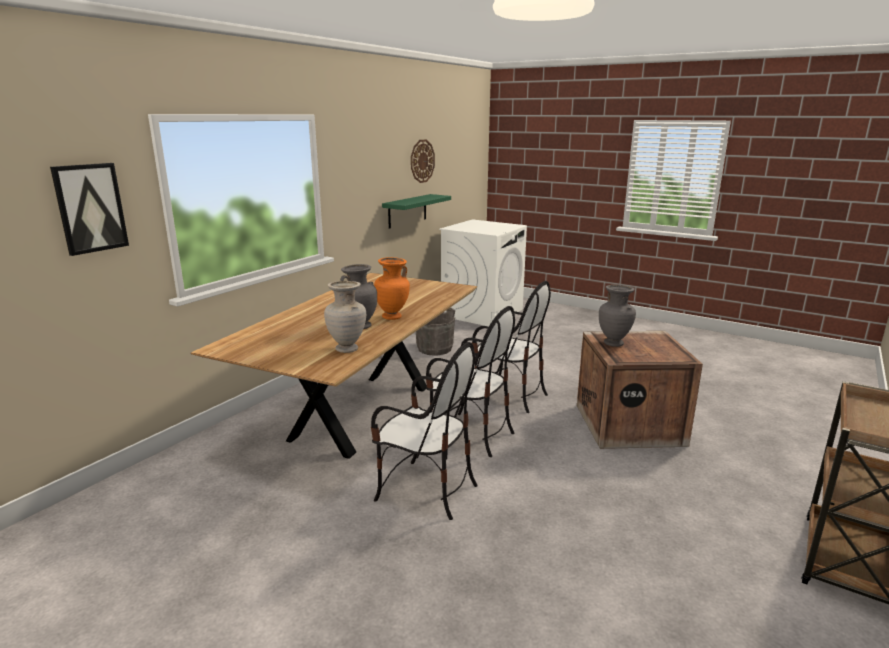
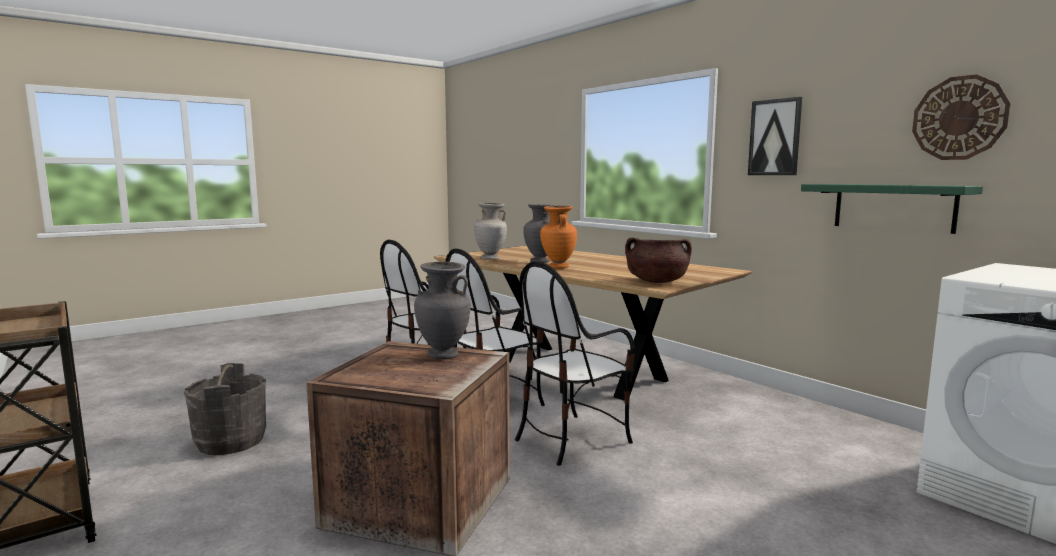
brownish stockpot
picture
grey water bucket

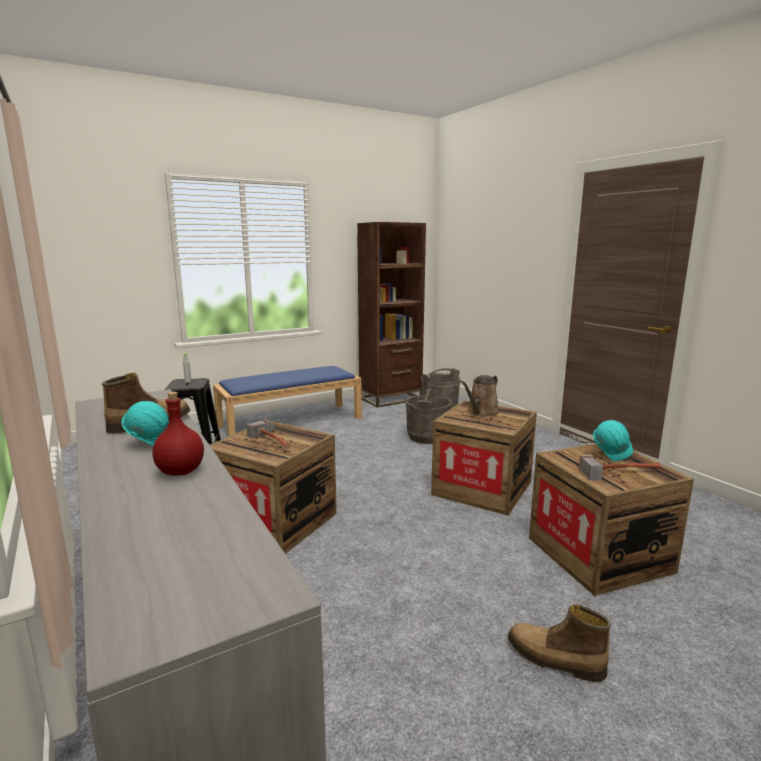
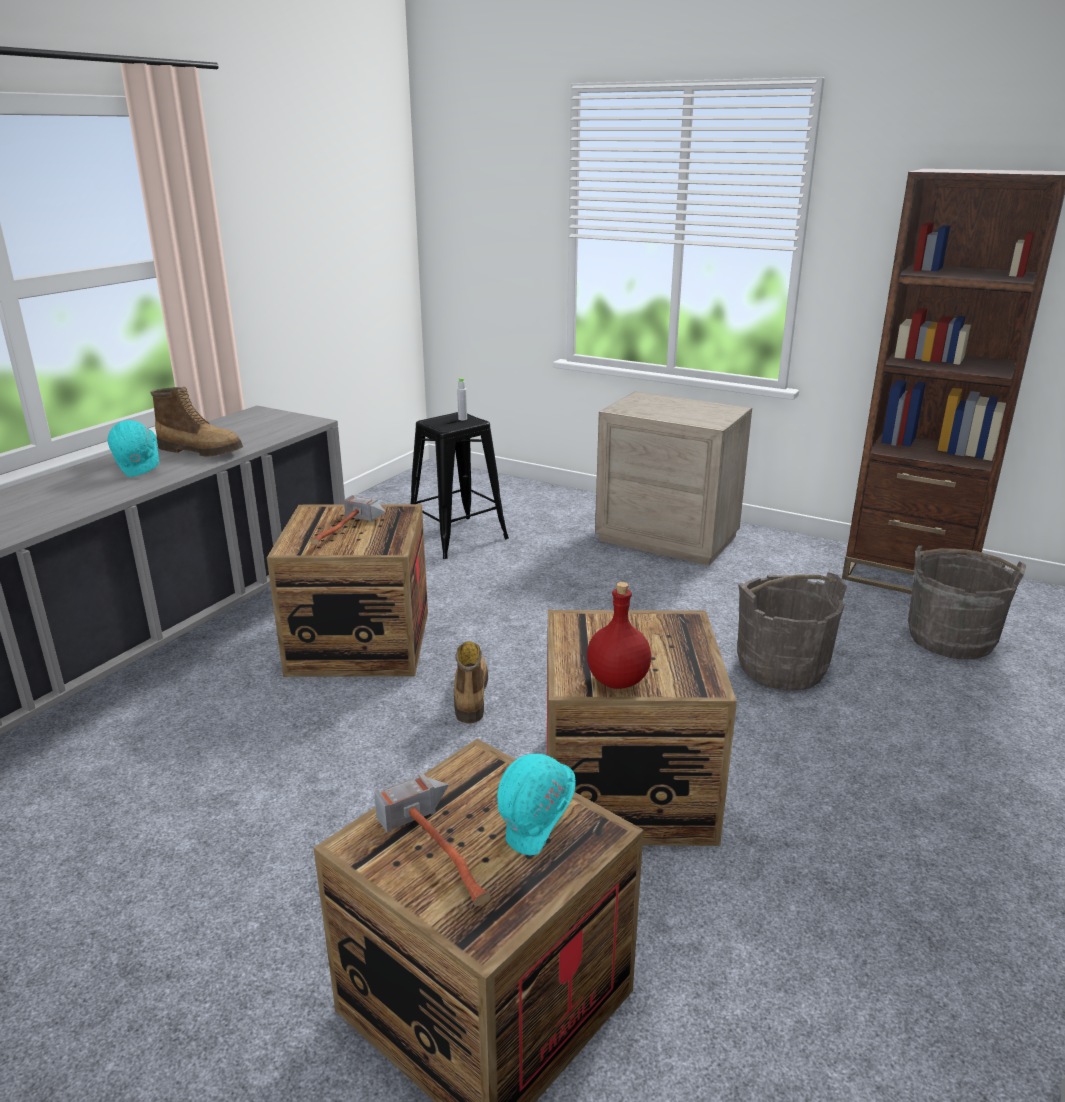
brownish sprinkling can
reddish beverage bottle
tall boot (2nd from left)
beige-coloured bedside table

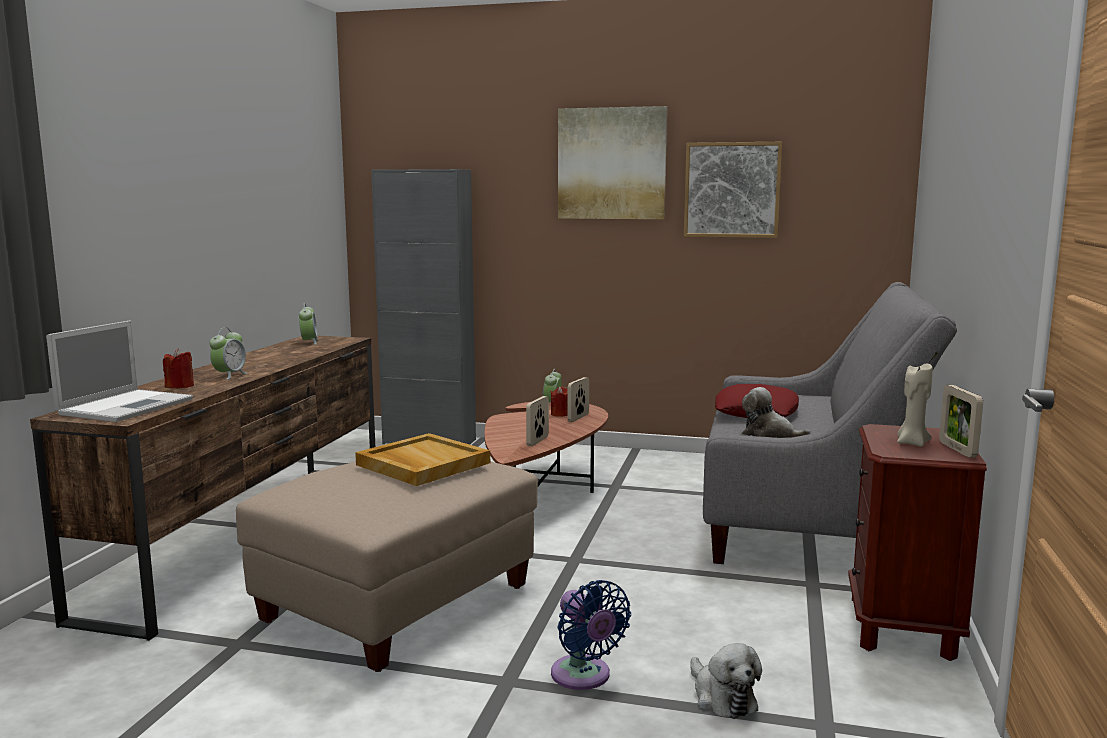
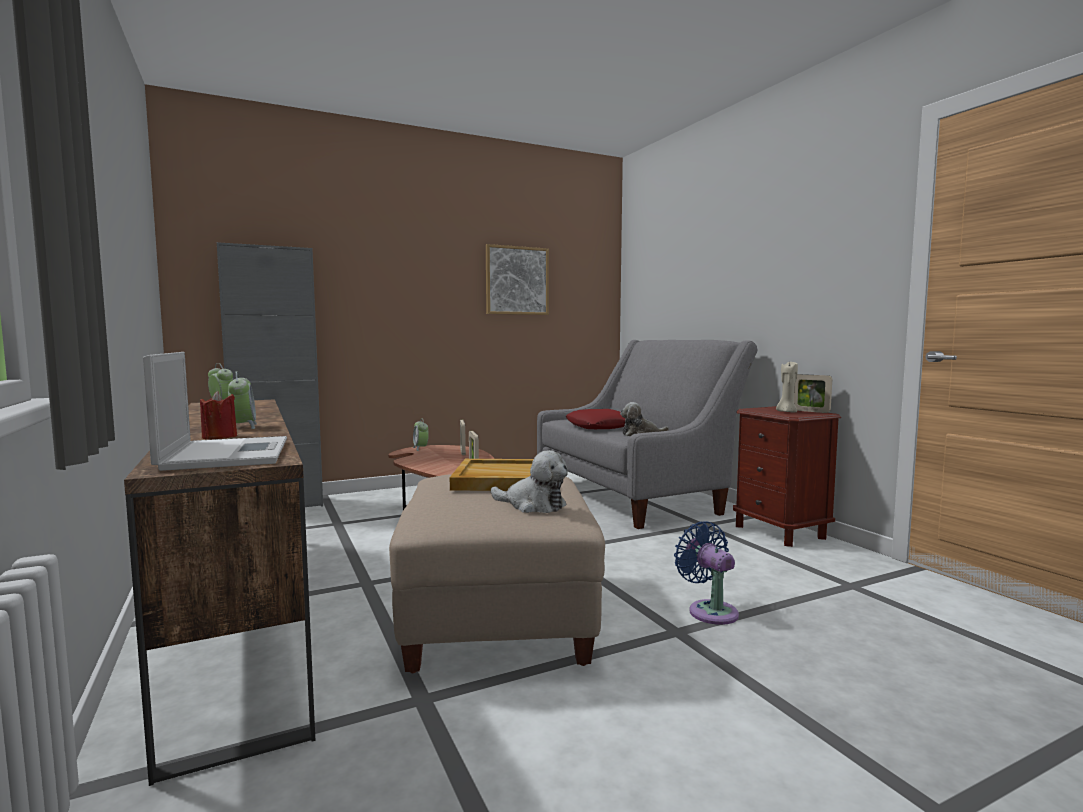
reddish wax light (2nd from left in the first image)
picture (1st from left in the first image)
soft toy (1st from left)
blue-coloured cooling fan

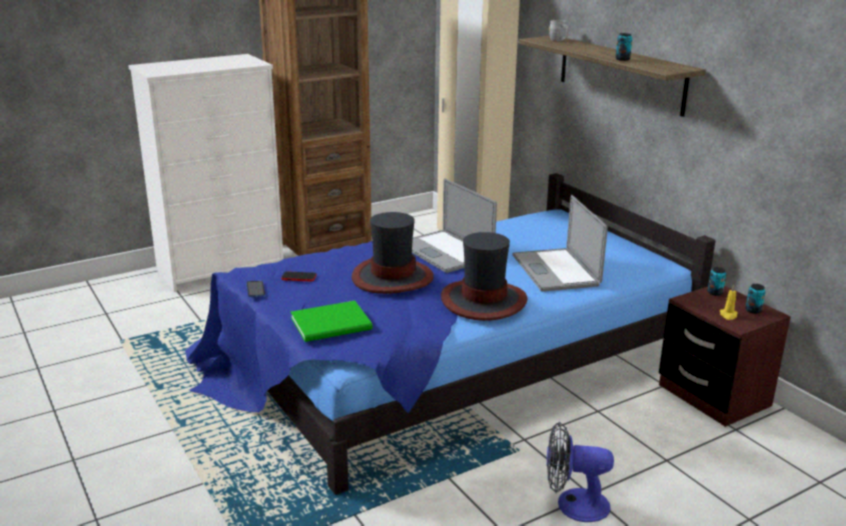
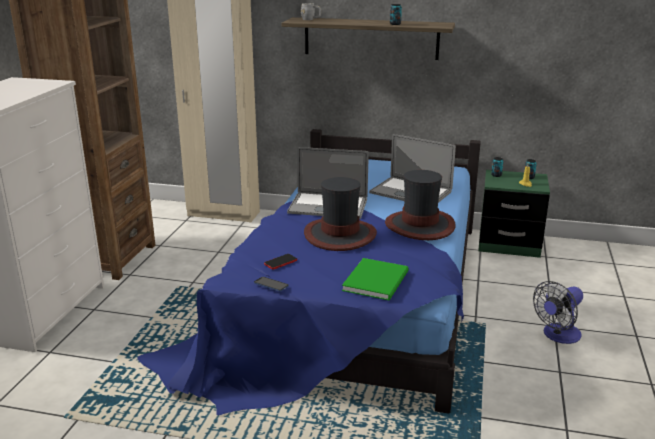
greenish bedside table

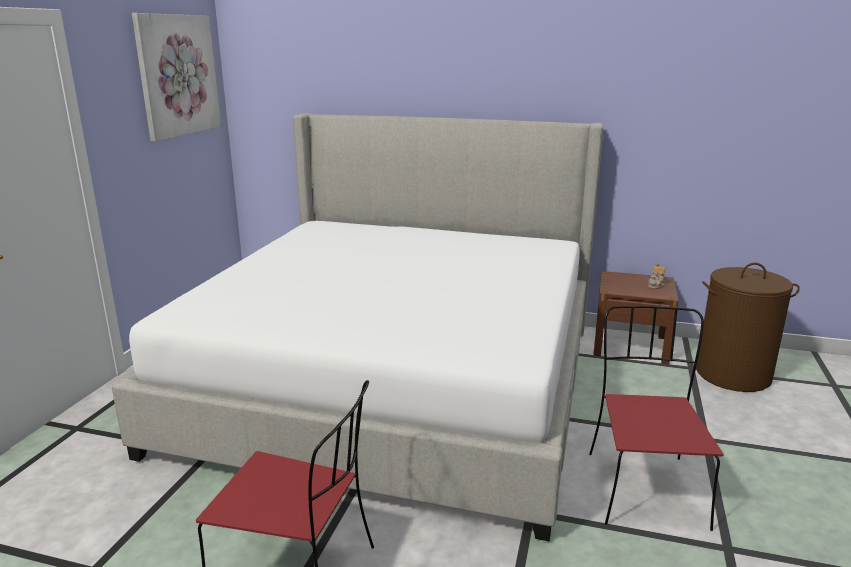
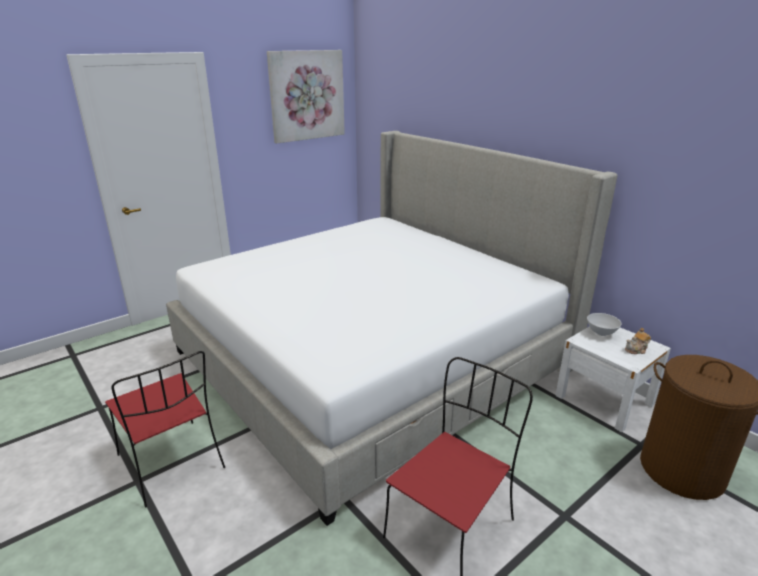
white serving bowl
white bedside table

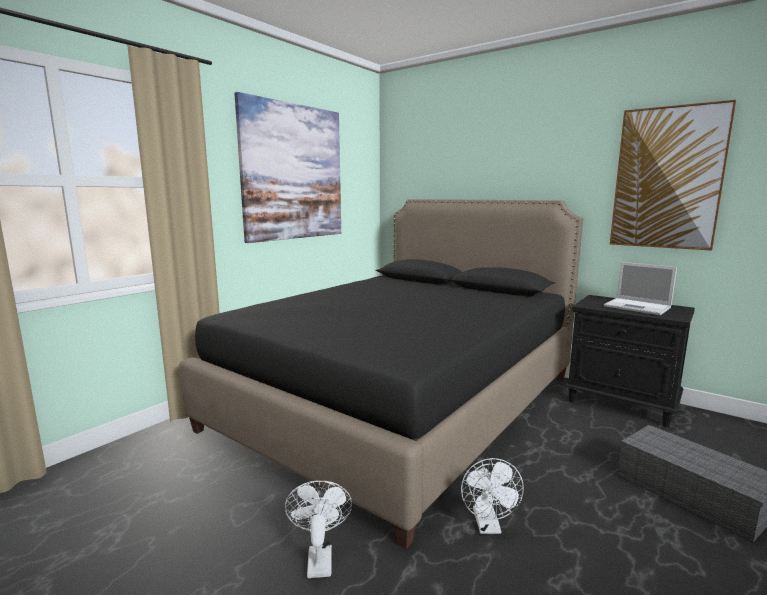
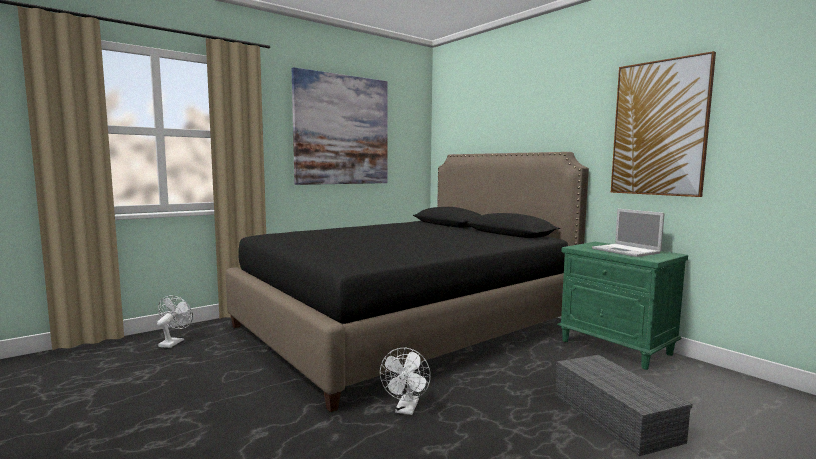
white cooling fan (1st from left)
greenish bedside table

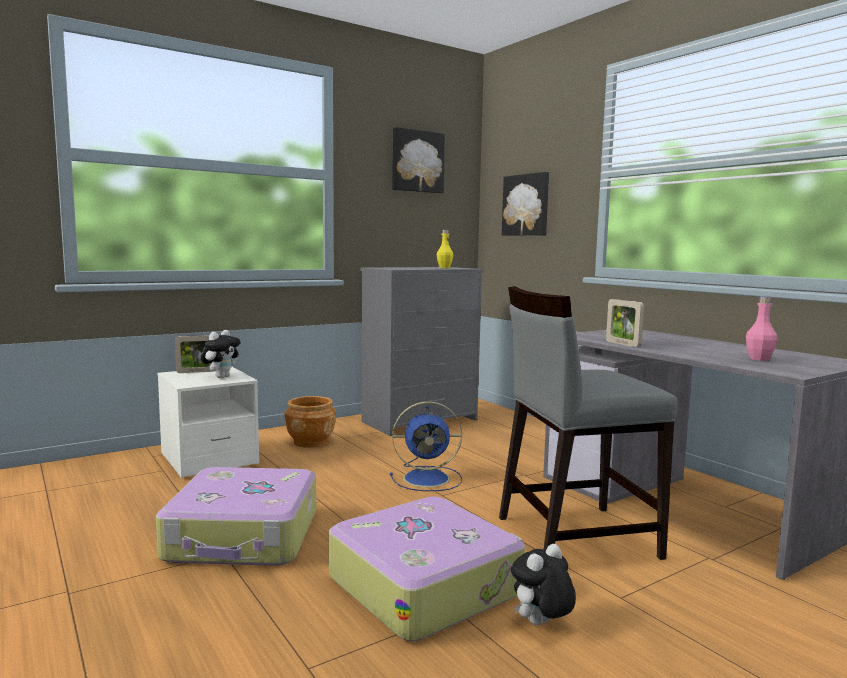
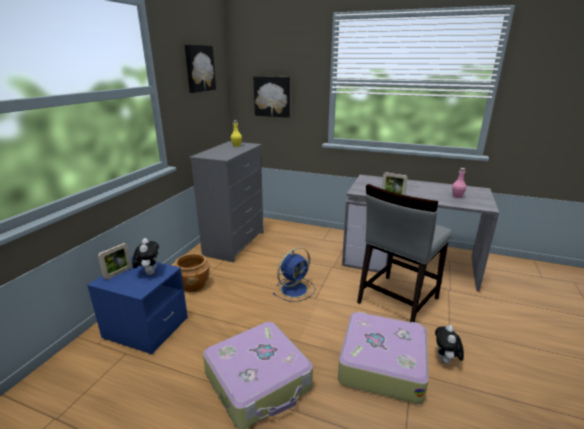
blue-coloured bedside table

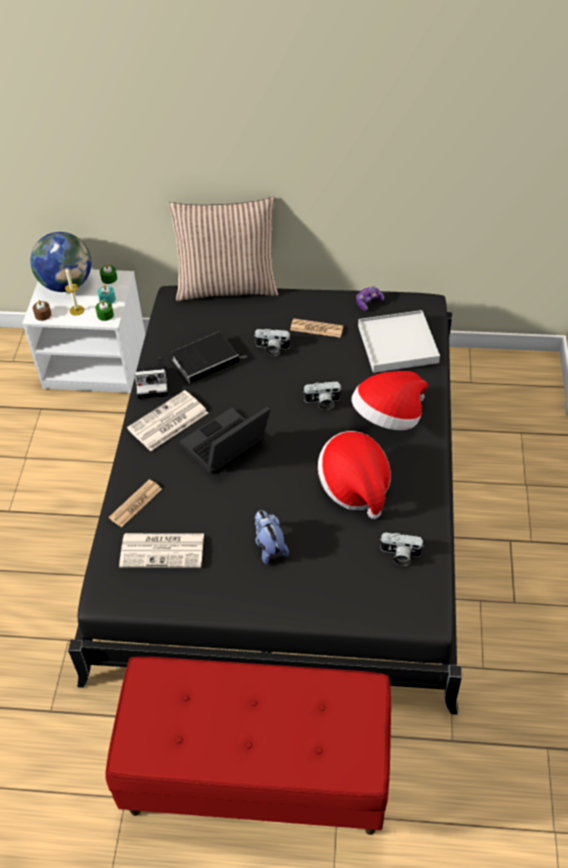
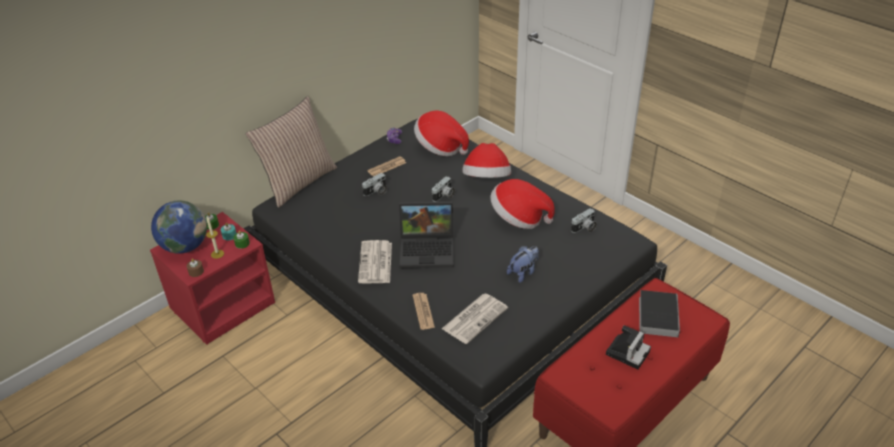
photo camera (4th from left)
volume
wearable hat (1st from left)
reddish bedside table
laptop
soft toy

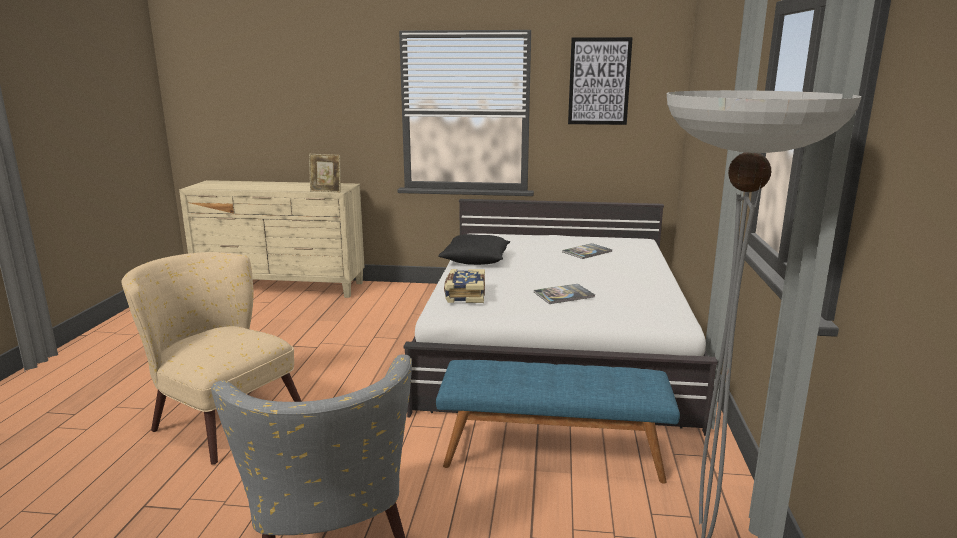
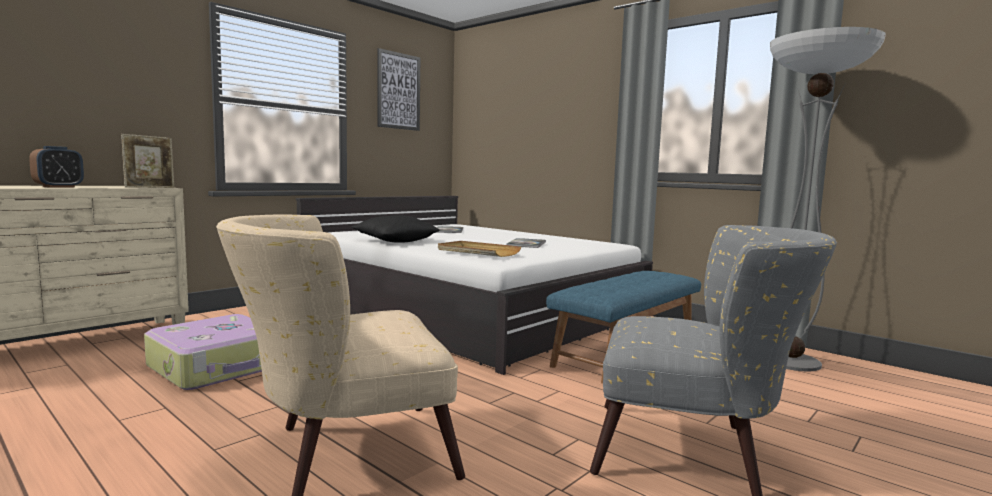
bedside clock
piece of luggage
beige-coloured serving tray

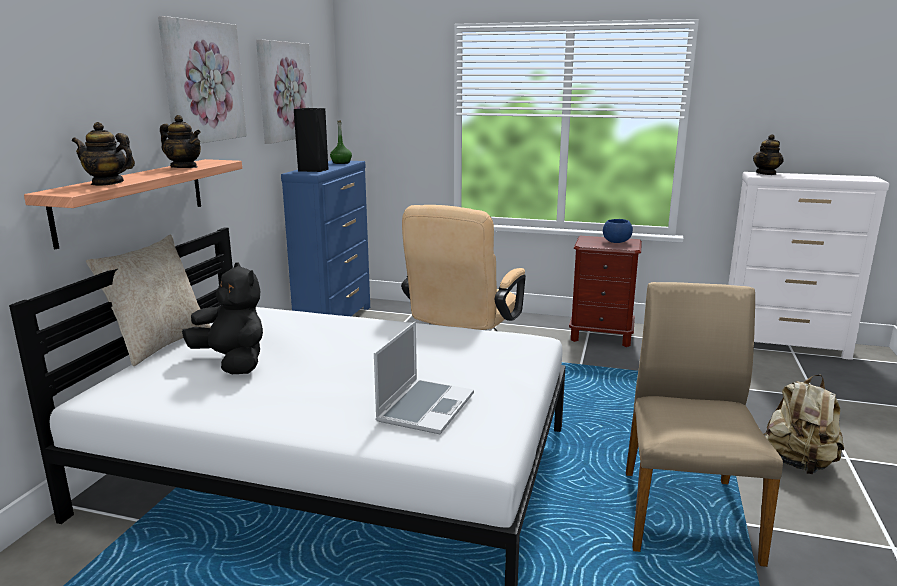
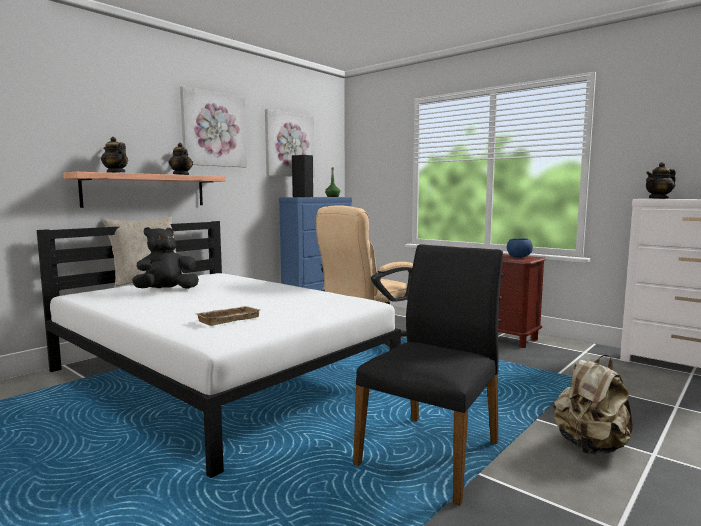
beige-coloured serving tray
black chair
black soft toy

